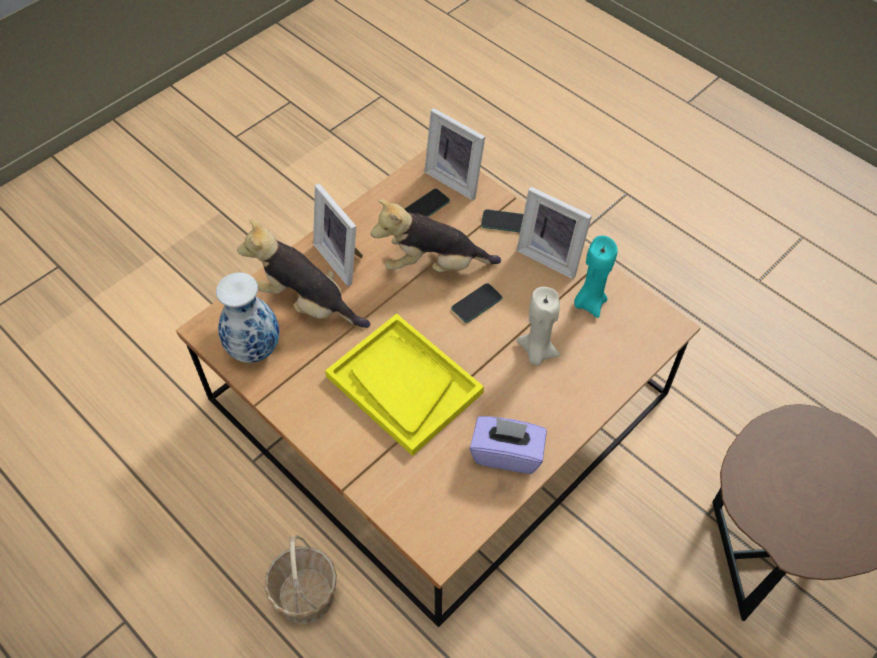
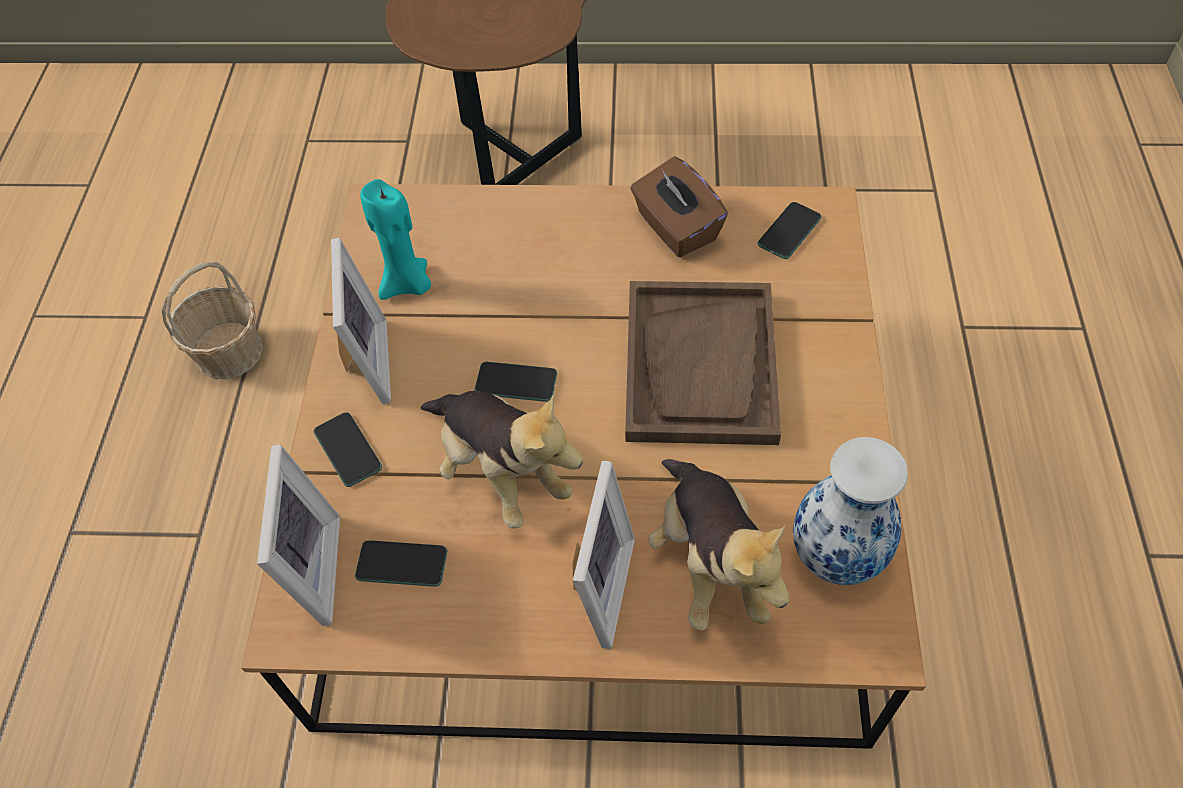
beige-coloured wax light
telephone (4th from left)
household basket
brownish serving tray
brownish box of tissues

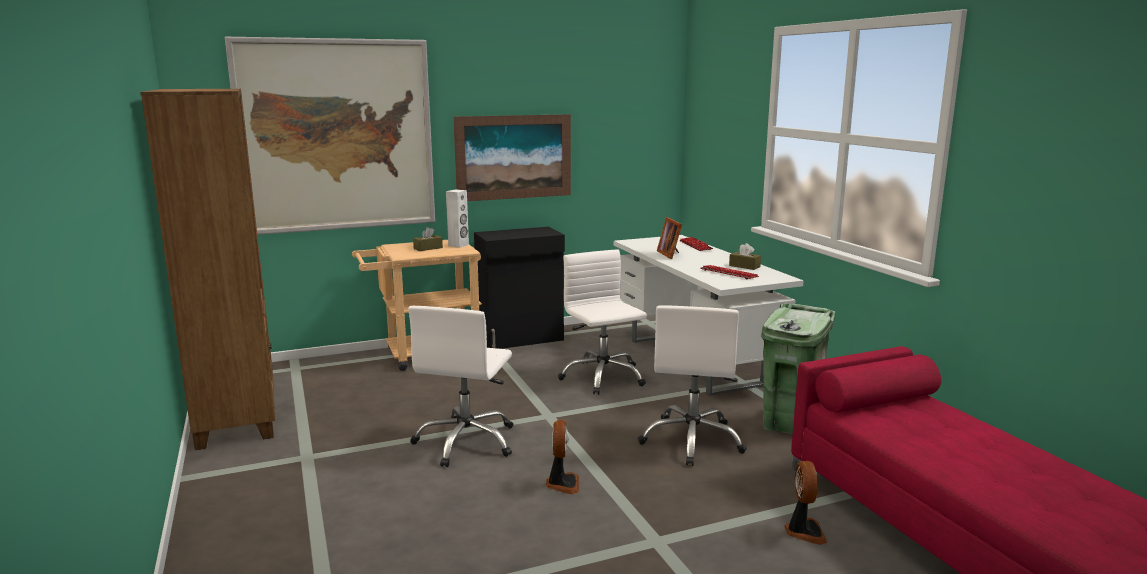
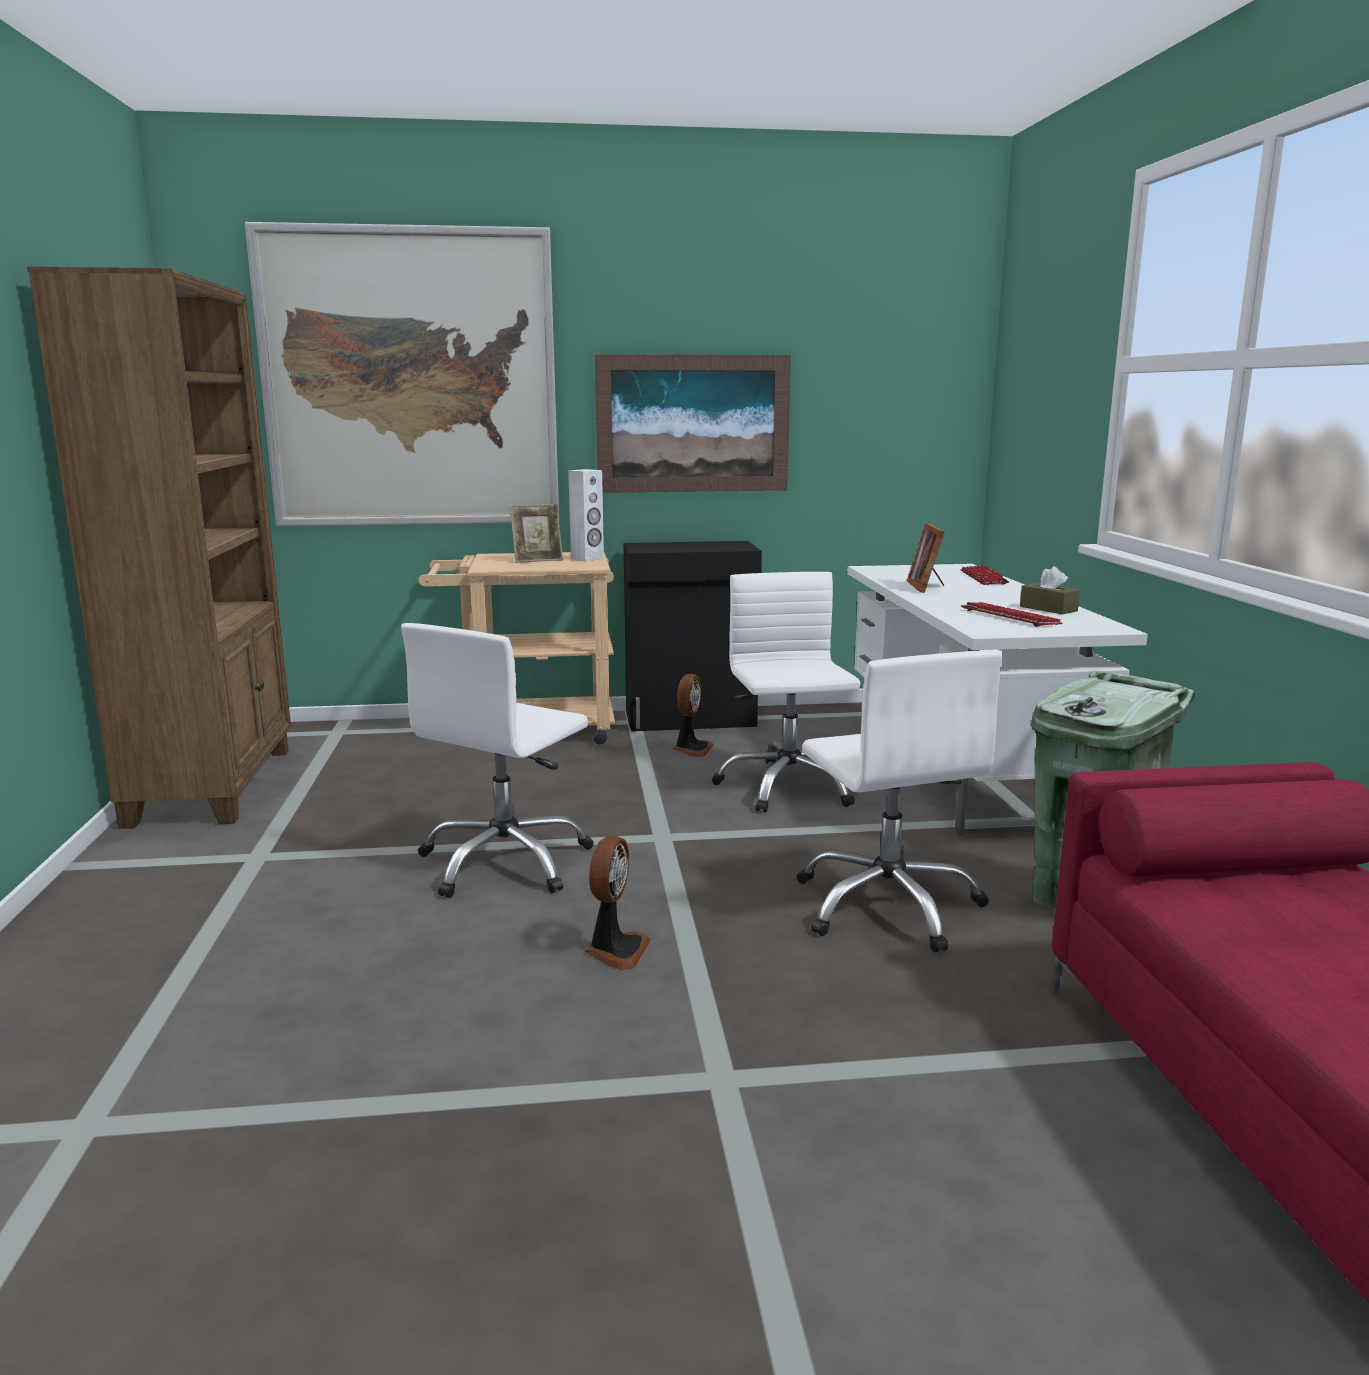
cooling fan (2nd from left)
standing frame (1st from left)
white desk chair (3rd from left)

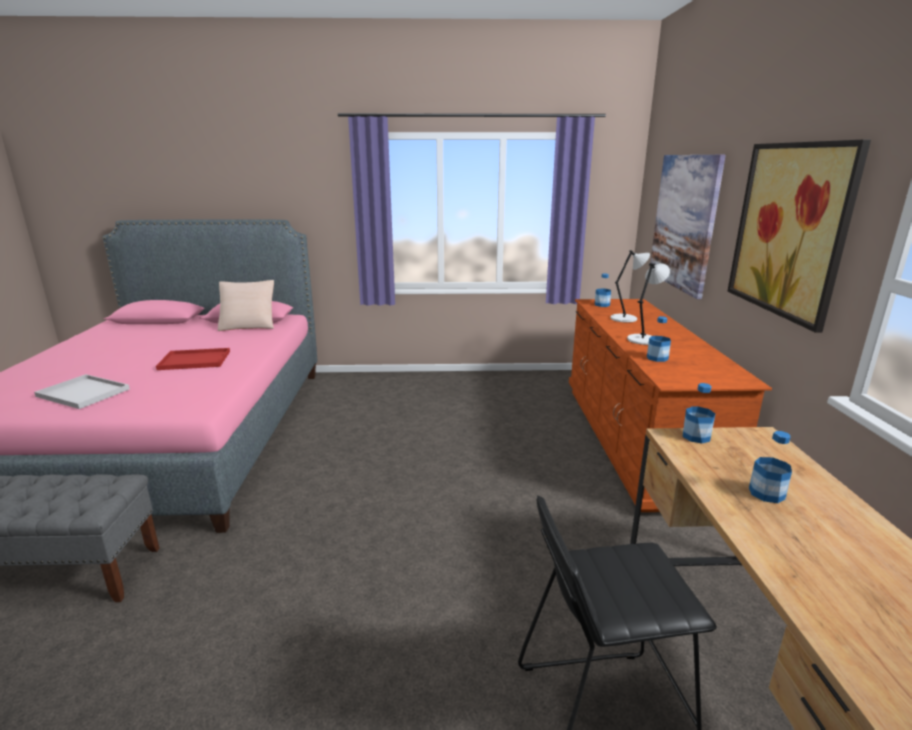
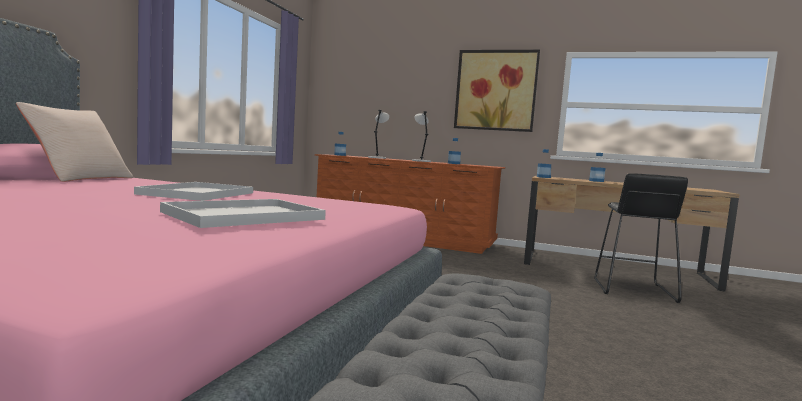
picture (1st from left in the first image)
white serving tray (1st from left)

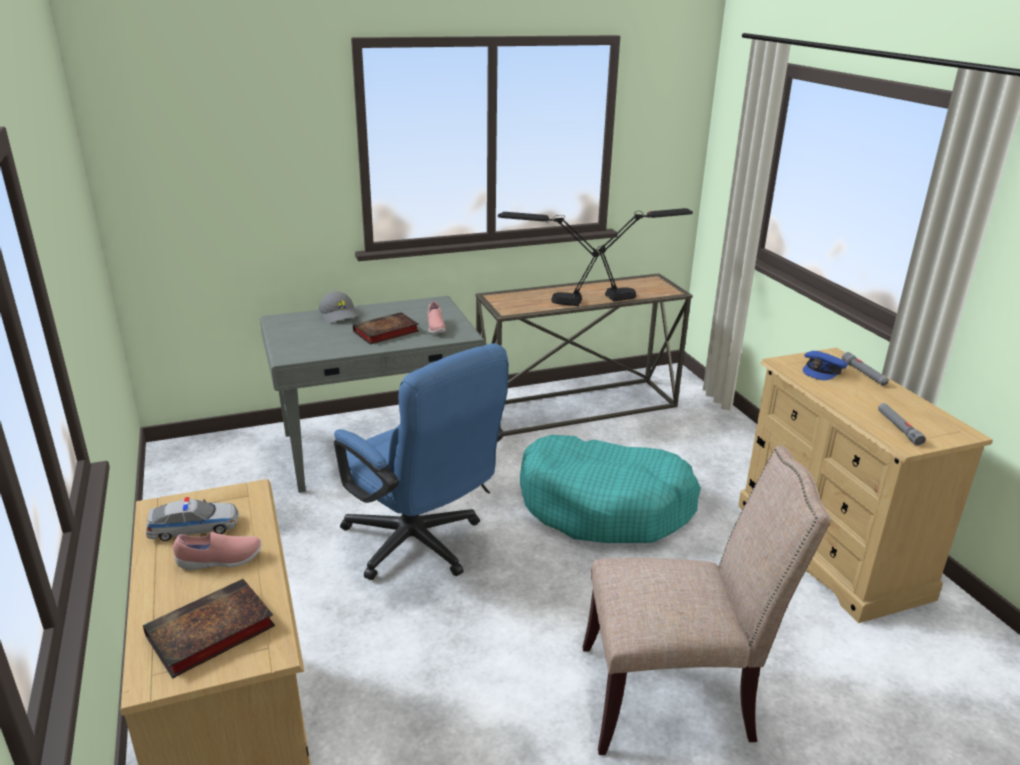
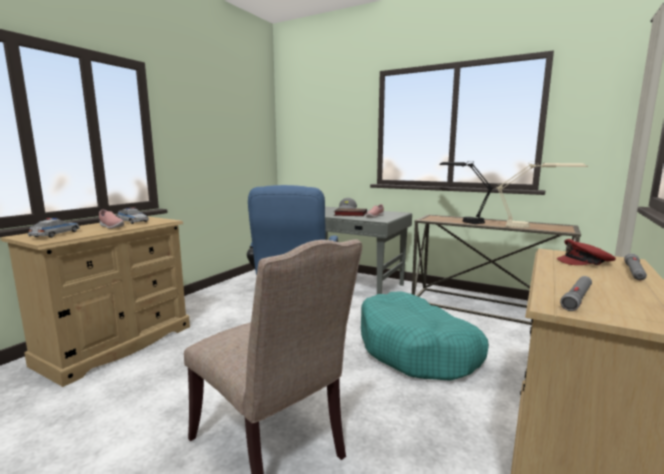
miniature car (1st from left)
beige-coloured table lamp
reddish cap

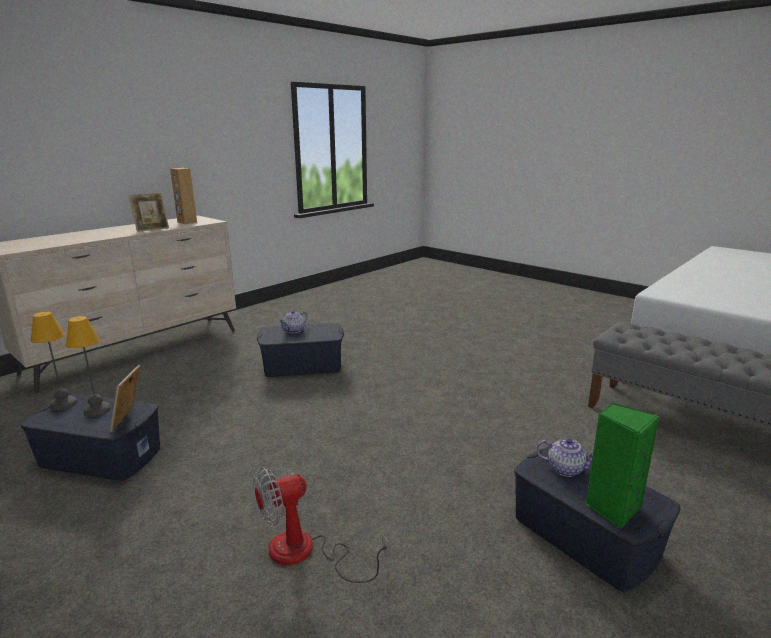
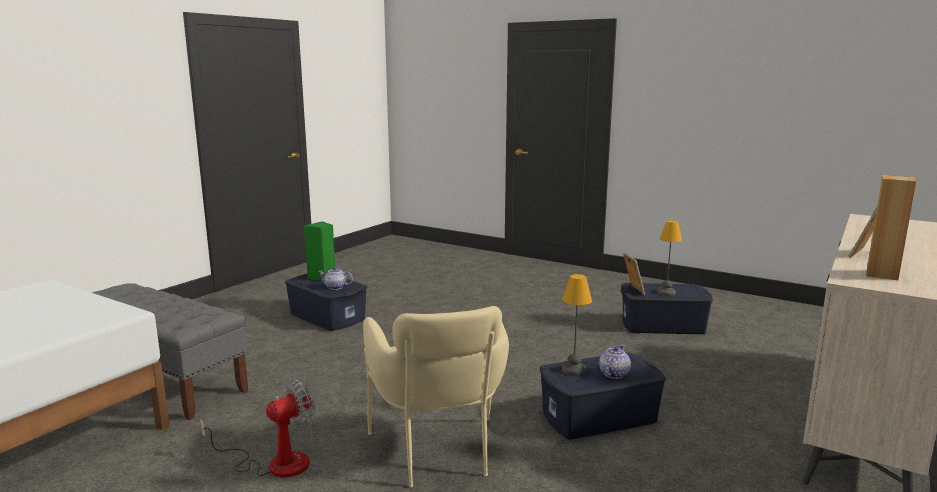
beige-coloured lounge chair
table lamp (1st from left)
cooling fan

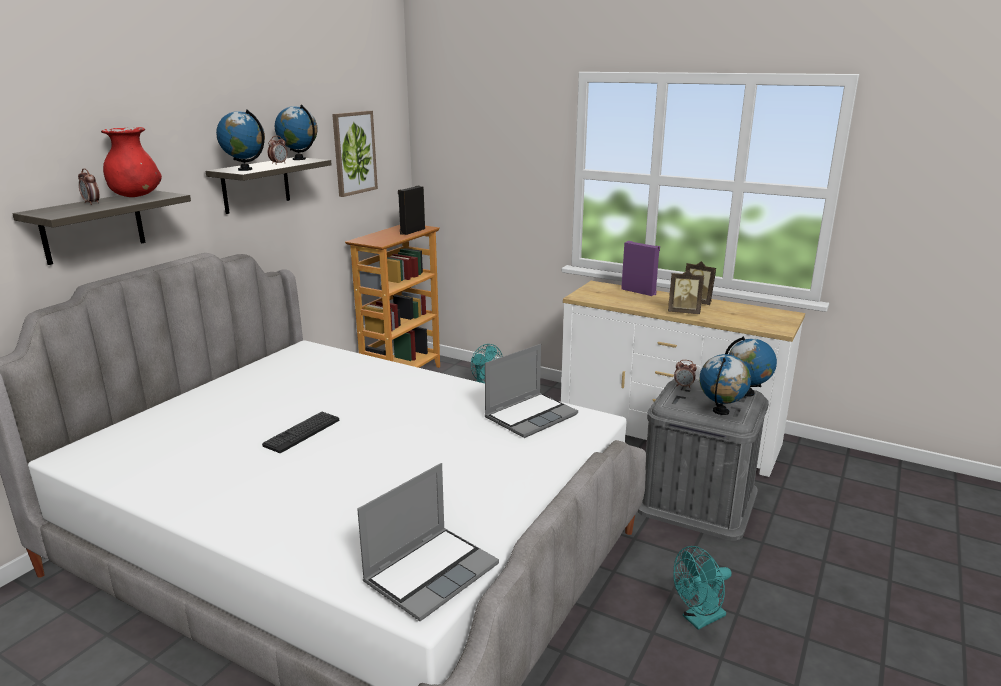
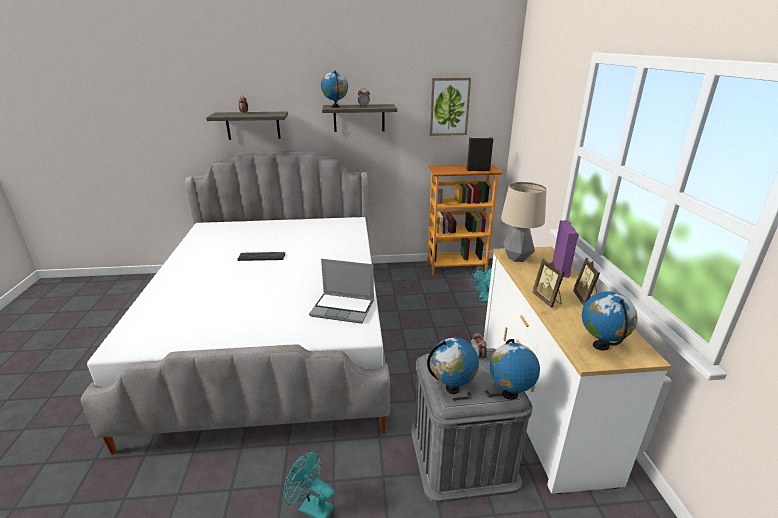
reddish decorative vase
laptop (1st from left in the first image)
table lamp
desk globe (4th from left)

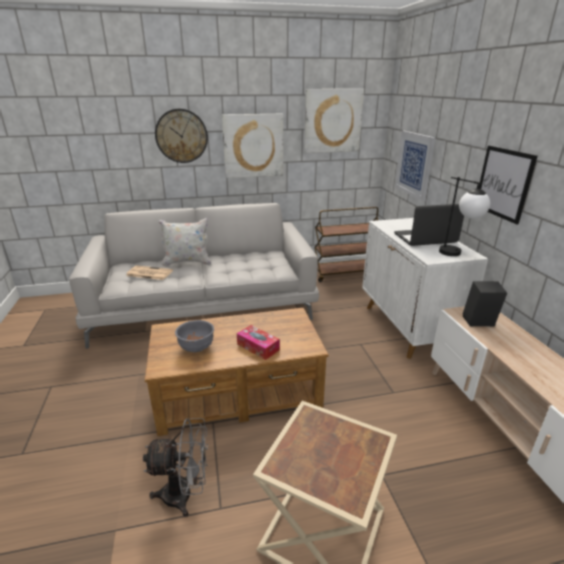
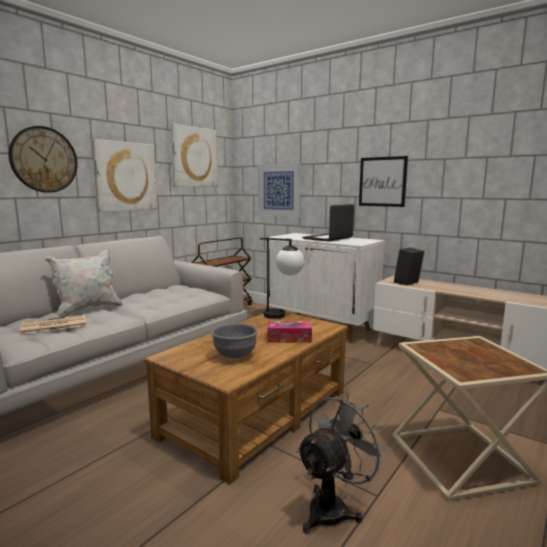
table lamp

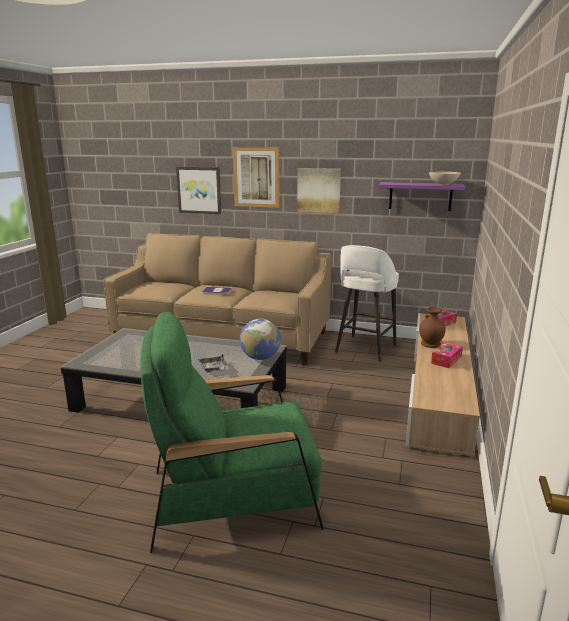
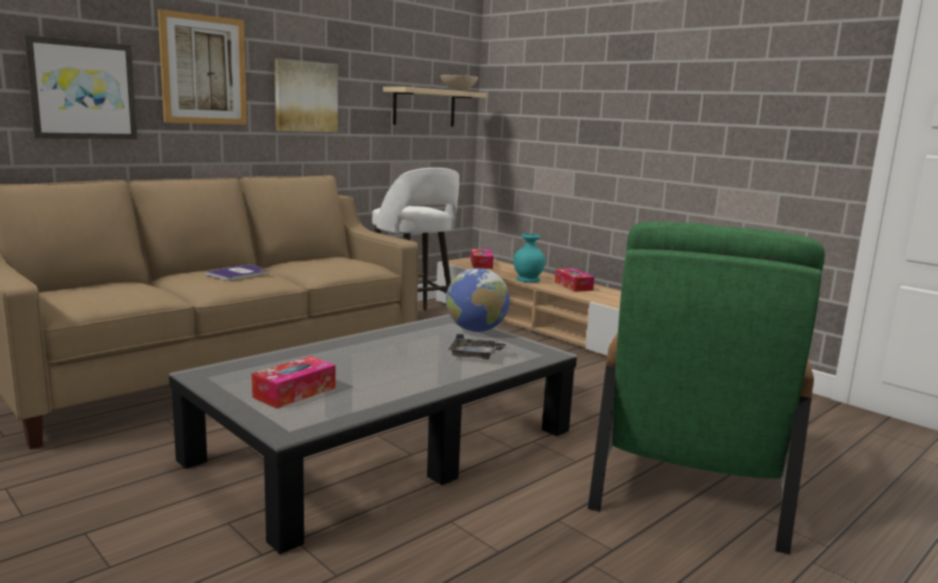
box of tissues (1st from left)
beige-coloured bracket shelf
blue-green decorative vase

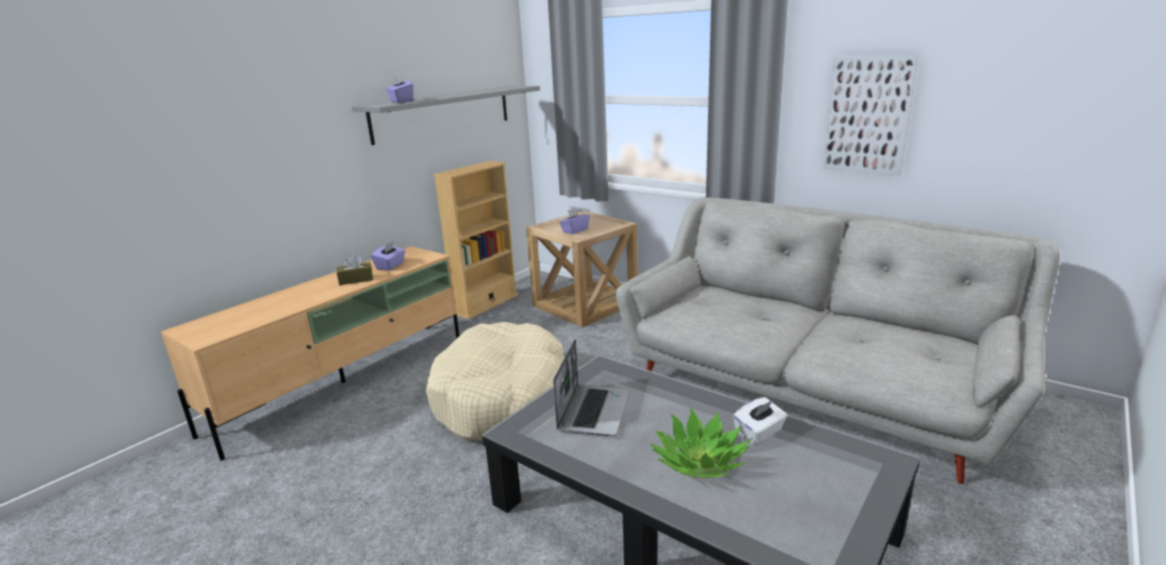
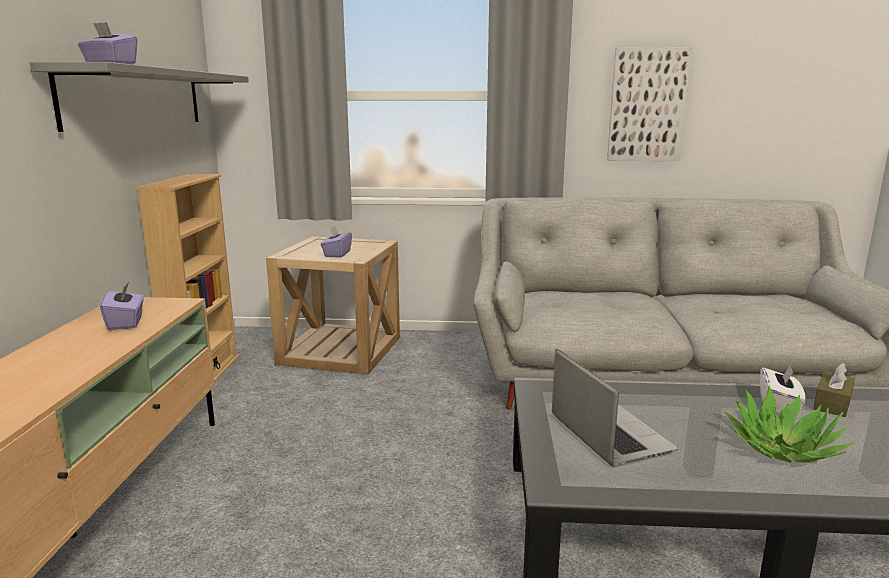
beige-coloured dog cushion
brownish box of tissues

